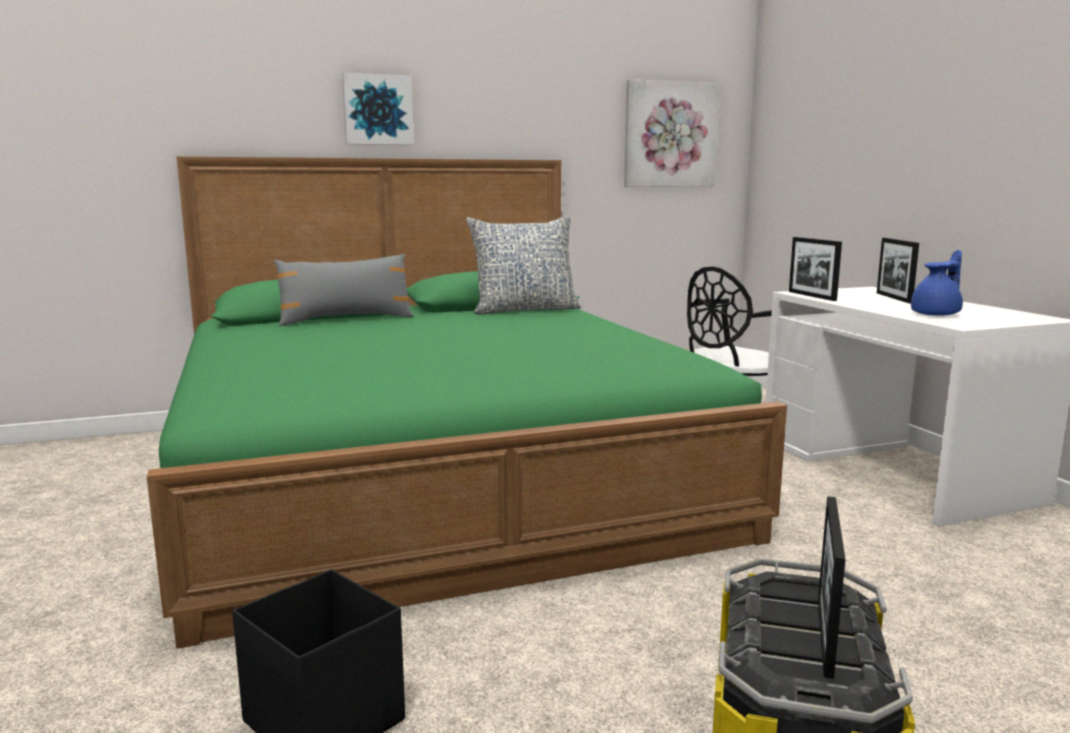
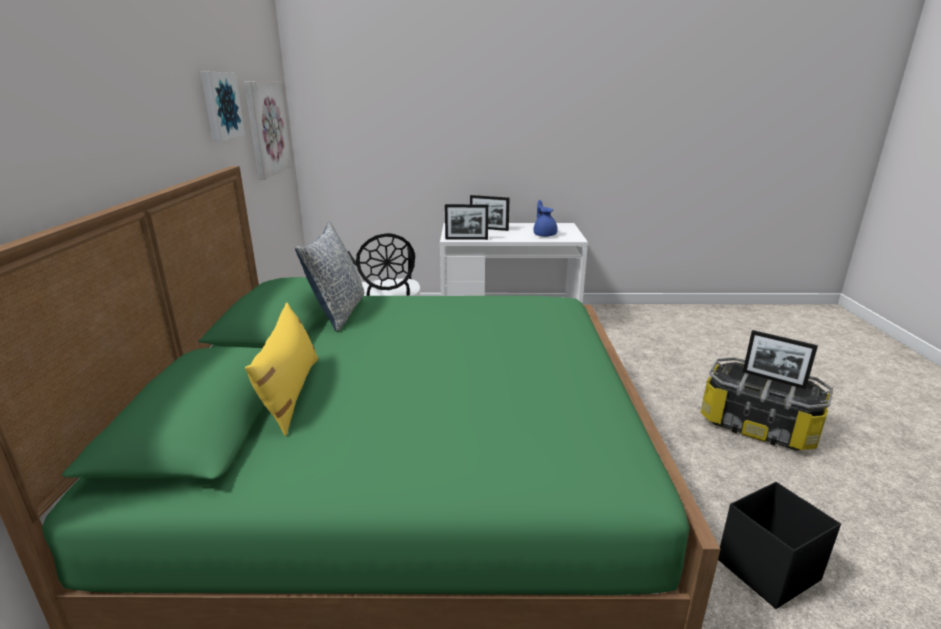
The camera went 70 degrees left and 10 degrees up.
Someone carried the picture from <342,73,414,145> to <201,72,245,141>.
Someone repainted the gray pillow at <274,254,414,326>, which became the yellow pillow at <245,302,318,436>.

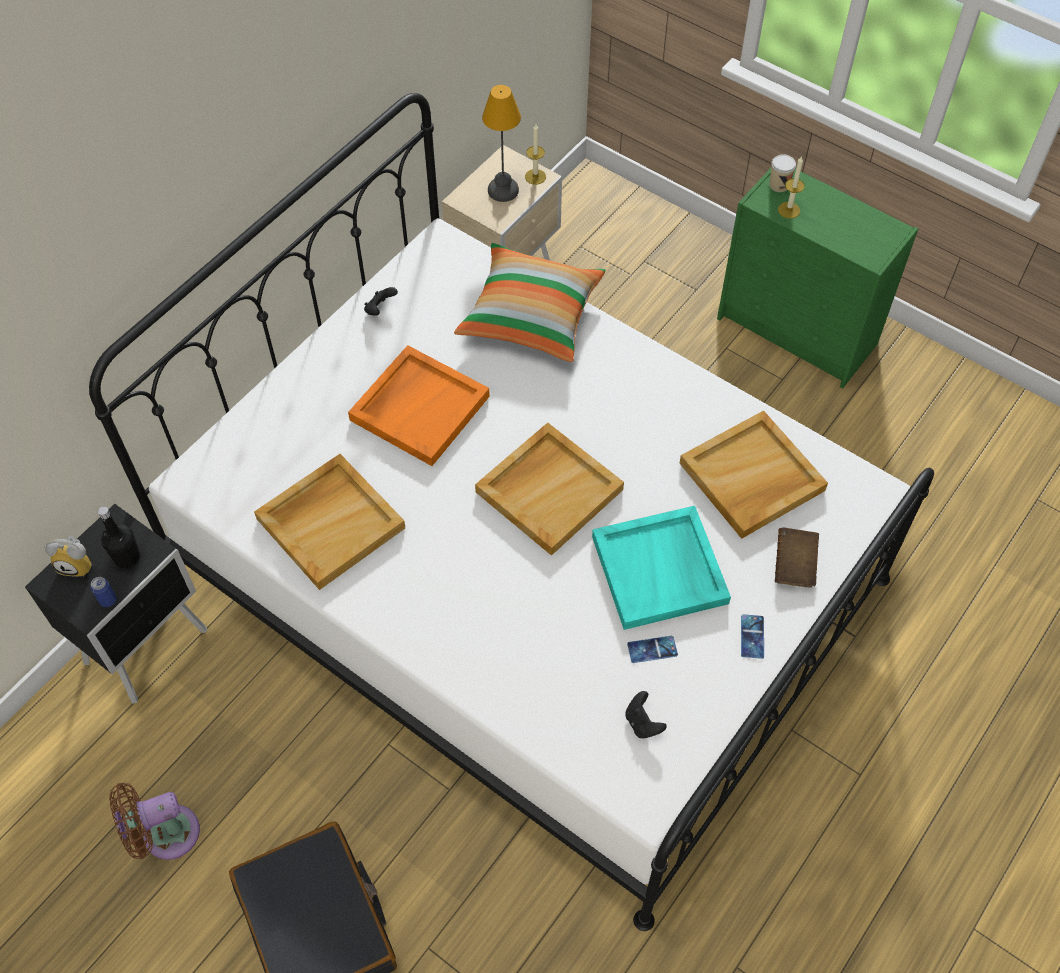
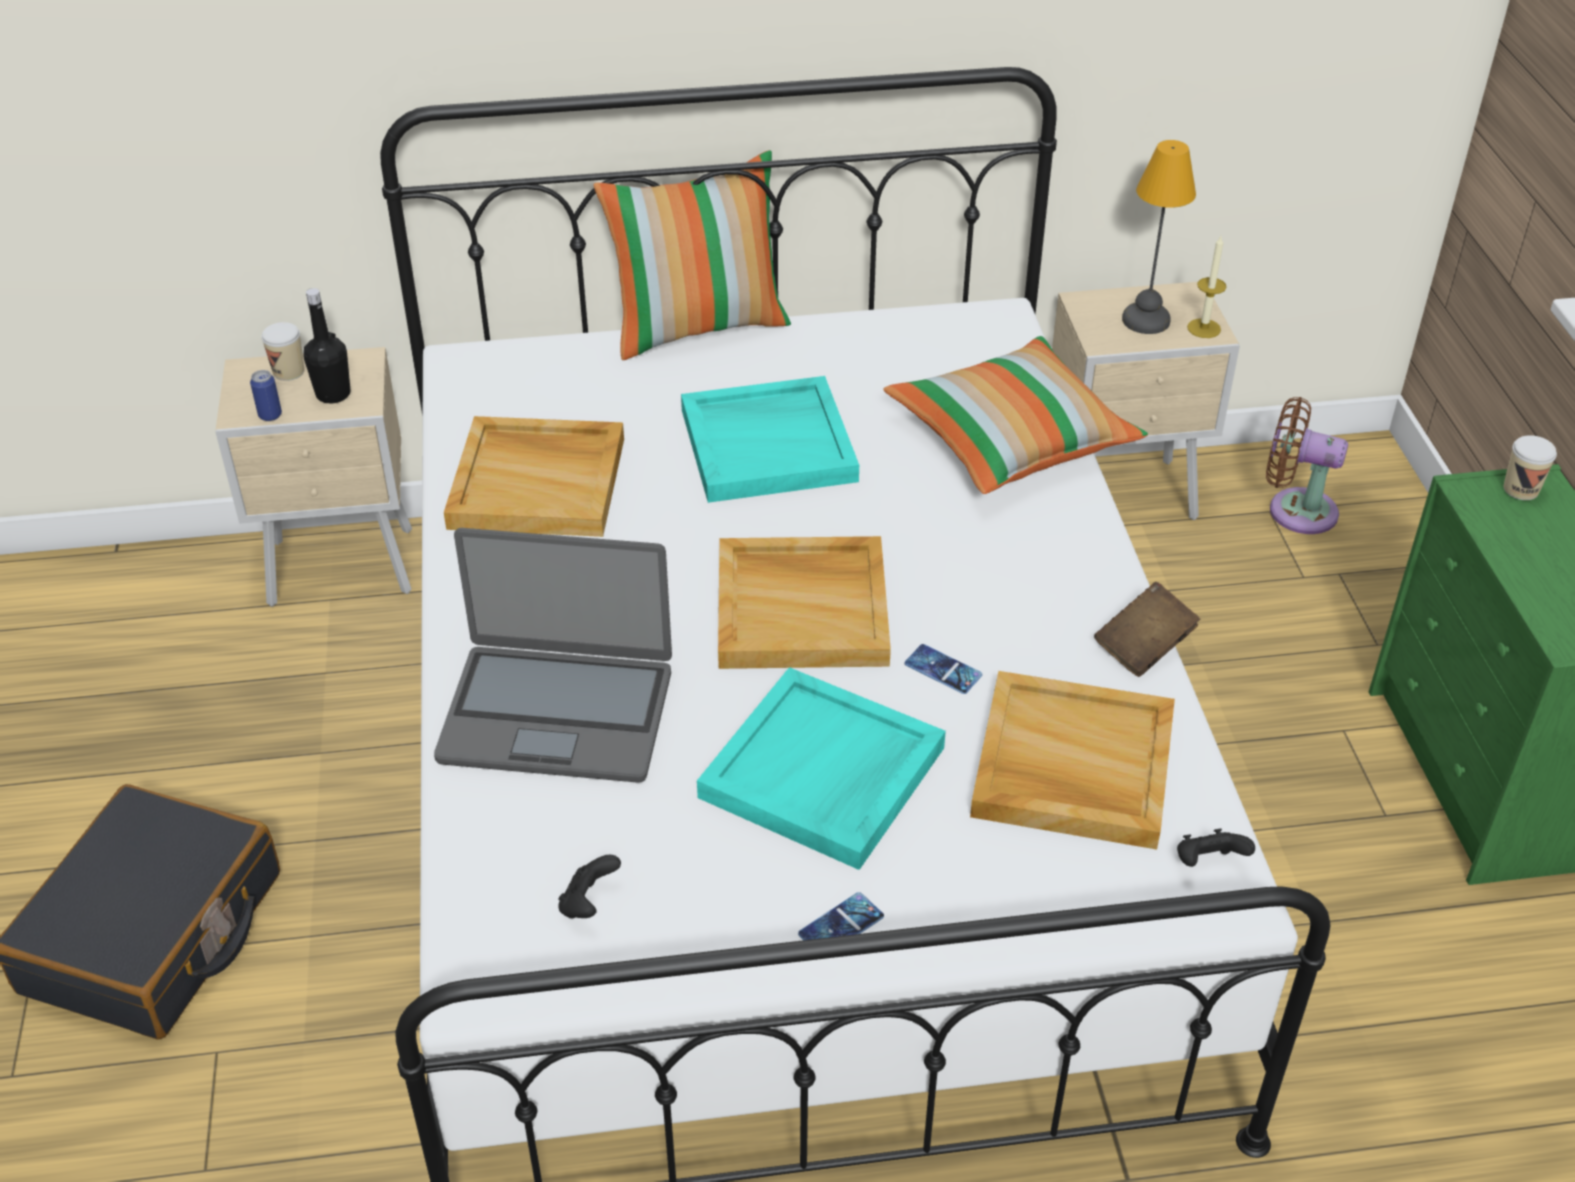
The camera went 45 degrees right and 15 degrees down.
Someone took away the wax light at <778,156,805,219>.
Someone put down the portable computer at <434,528,672,783>.
Someone put down the pillow at <594,150,791,360>.
Someone carried the brown cooling fan from <109,783,200,860> to <1266,397,1348,534>.
Someone carried the blackish game controller from <364,287,398,316> to <1177,829,1255,867>.
Someone carried the phone from <627,636,678,663> to <905,644,982,694>.
Someone carried the brown bound book from <775,528,819,587> to <1094,582,1200,677>.
Someone swapped the bedside clock at <44,536,92,577> for the cup at <261,322,304,381>.
Someone repainted the blackish night table at <25,504,207,704>, which became the sand-coloured night table at <216,347,412,607>.
Someone repainted the orange serving tray at <348,345,490,466>, which became the turquoise-coloured serving tray at <681,376,859,503>.

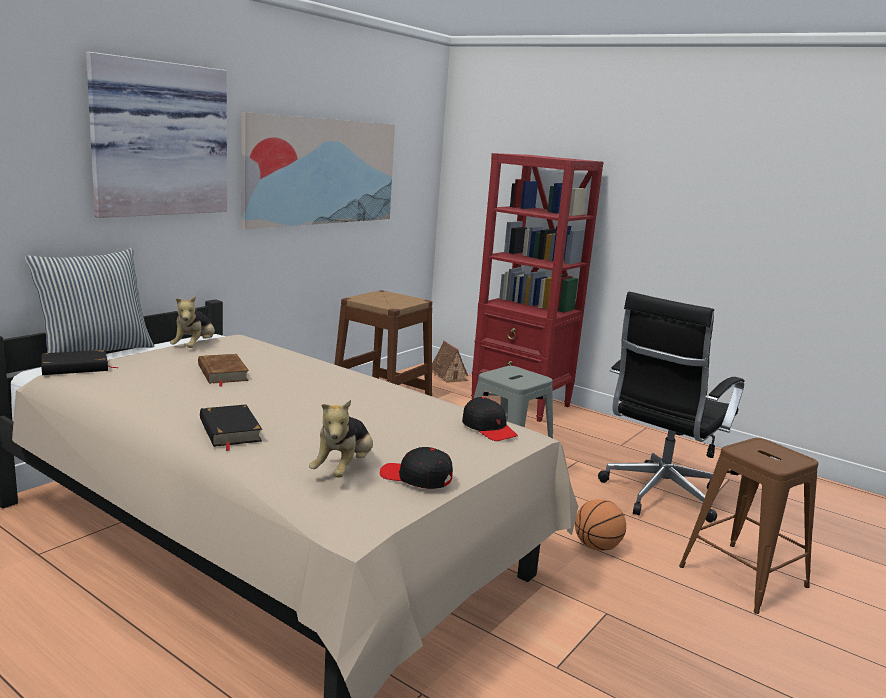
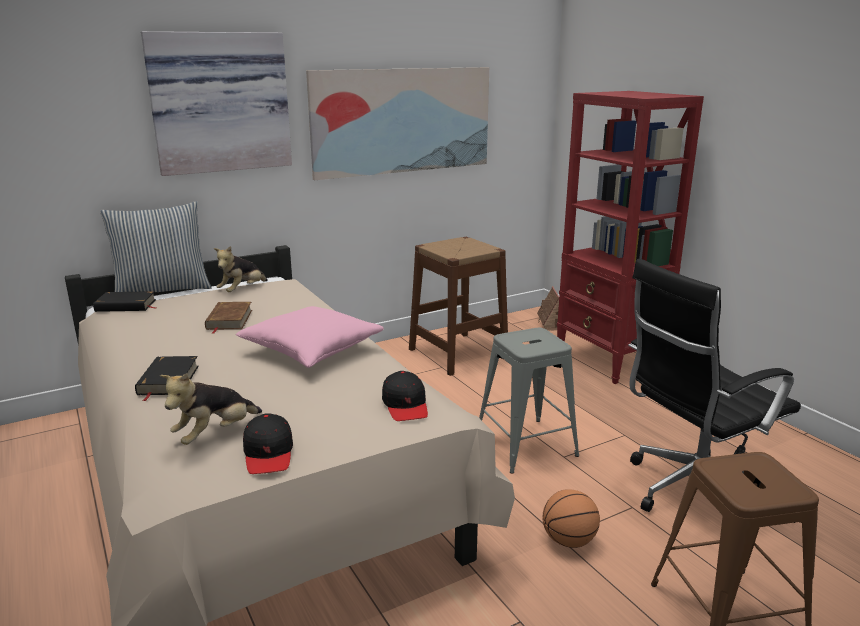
The camera went 25 degrees right and 5 degrees up.
Someone put down the pink pillow at <236,306,384,368>.
Someone rotated the blackish peaked cap at <380,447,453,489> by 150 degrees counterclockwise.

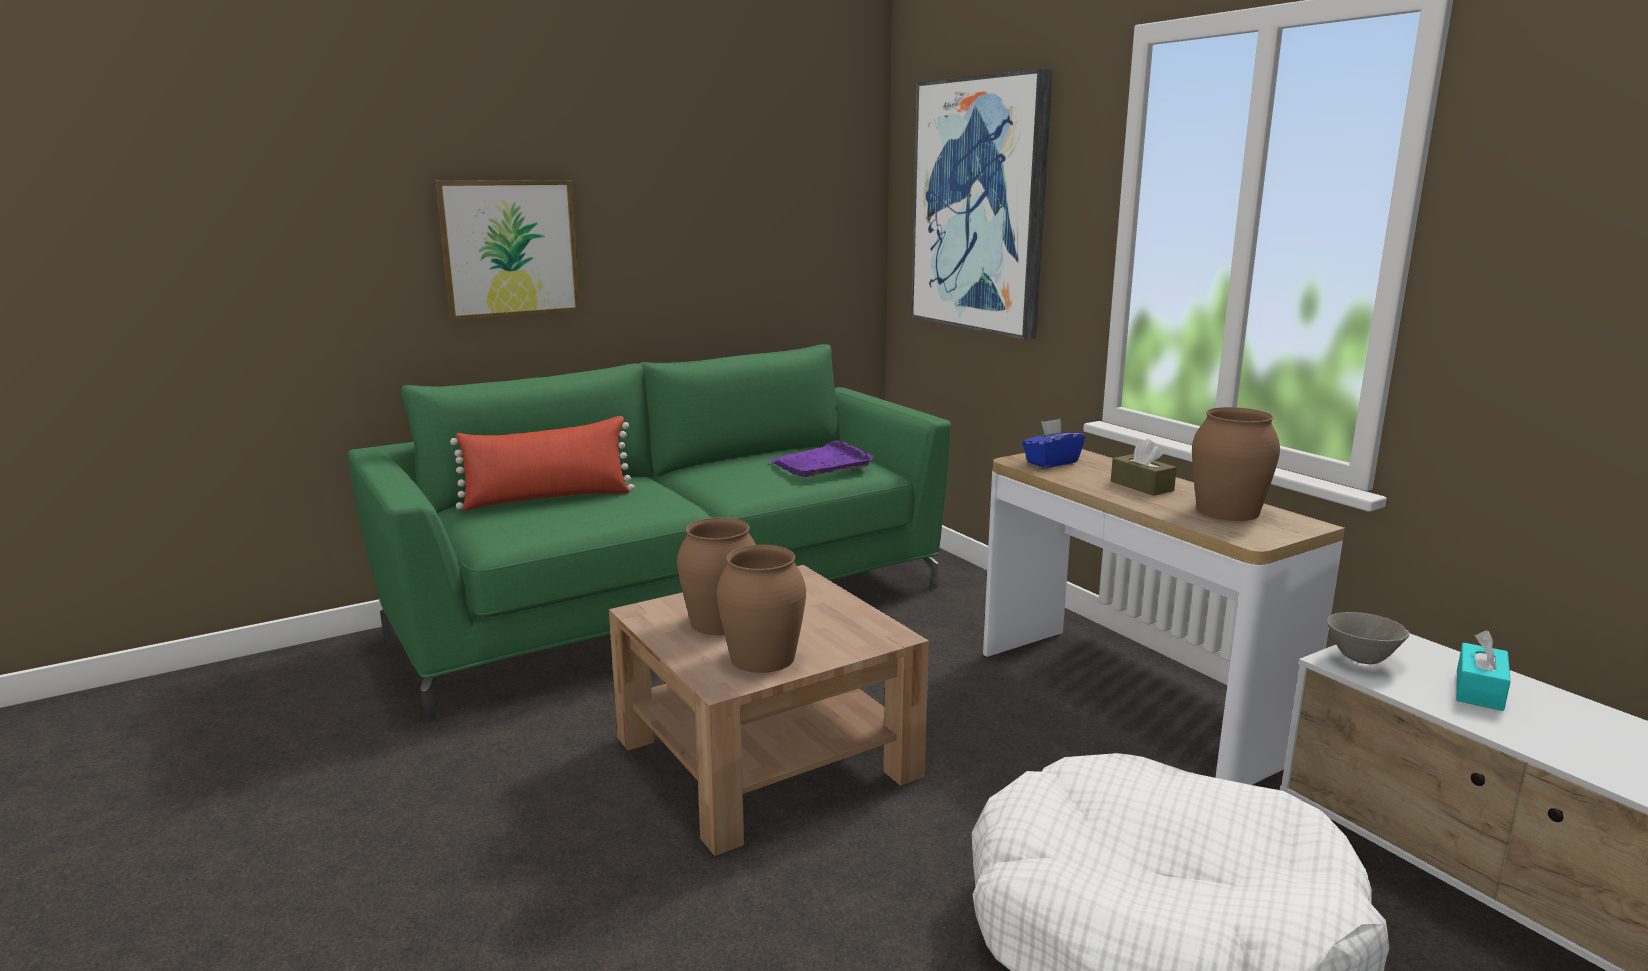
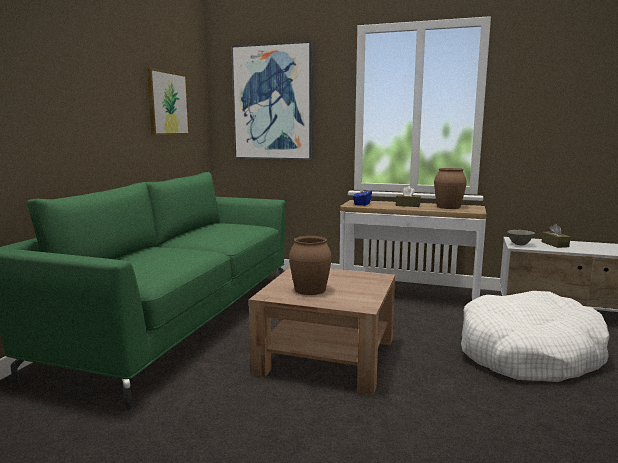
The camera went 40 degrees left and 5 degrees down.
Someone took away the red pillow at <450,416,635,510>.
Someone took away the brown decorative vase at <717,545,806,673>.
Someone took away the purple-coloured serving tray at <768,440,874,477>.
Someone carried the picture from <434,180,581,320> to <147,68,190,135>.
Someone repainted the turquoise-coloured box of tissues at <1456,630,1511,711>, which became the brown box of tissues at <542,224,570,248>.

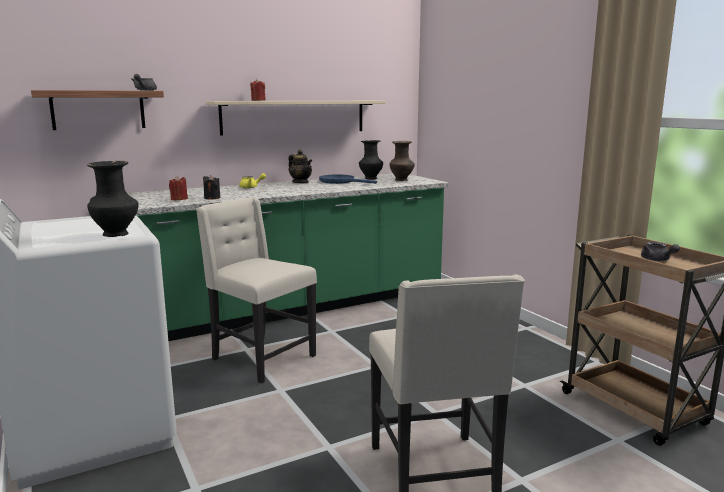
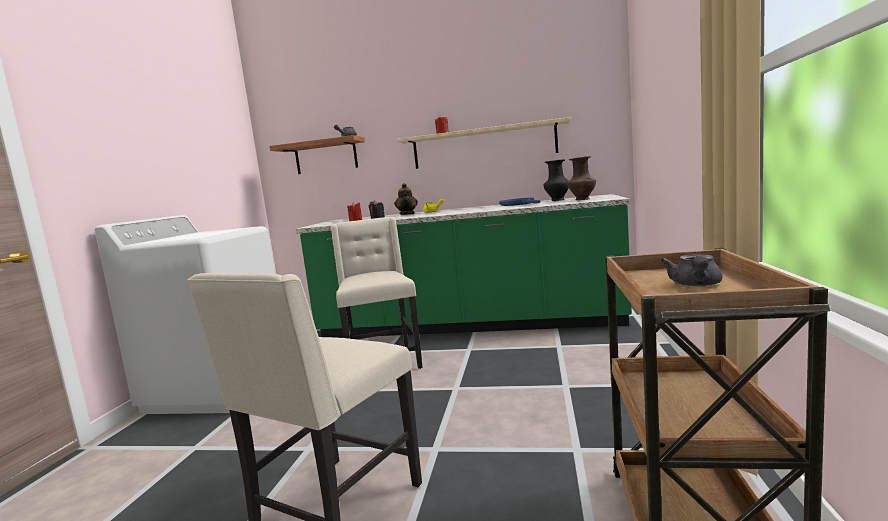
The camera went 40 degrees right and 5 degrees down.
Someone took away the blackish decorative vase at <87,161,139,237>.
Someone carried the pot for tea from <288,150,312,183> to <394,183,418,215>.

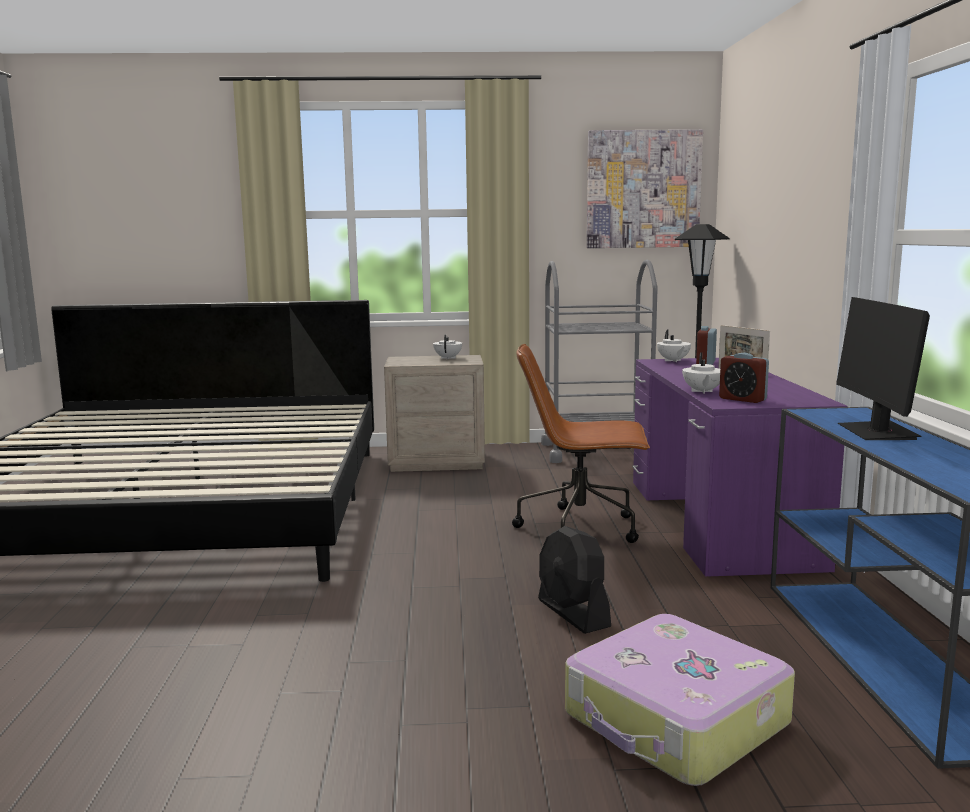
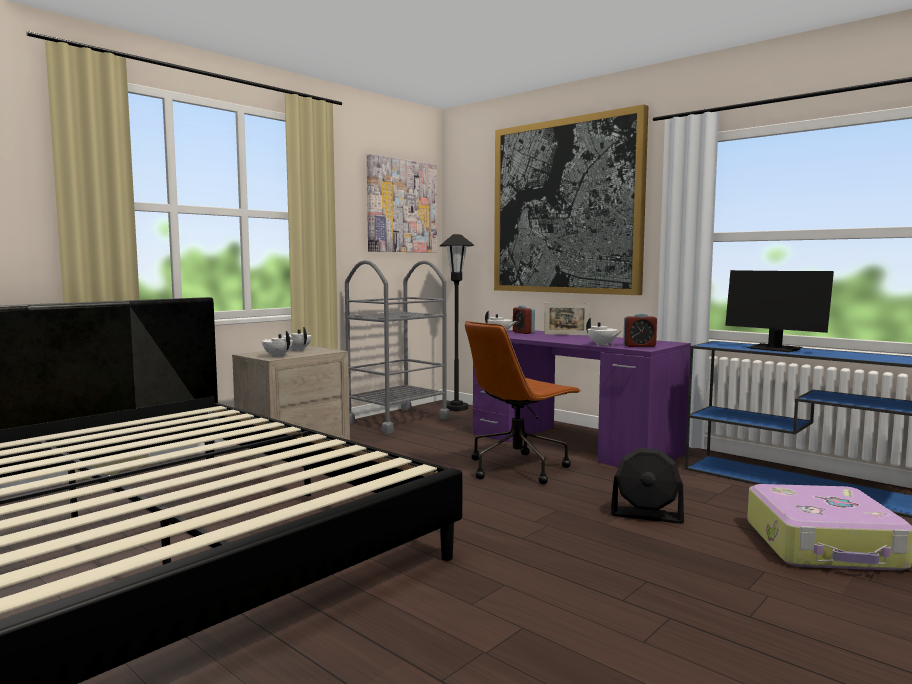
The camera went 45 degrees left and 5 degrees down.
Someone put down the white pot for tea at <262,331,293,357>.
Someone put up the picture at <494,104,649,295>.

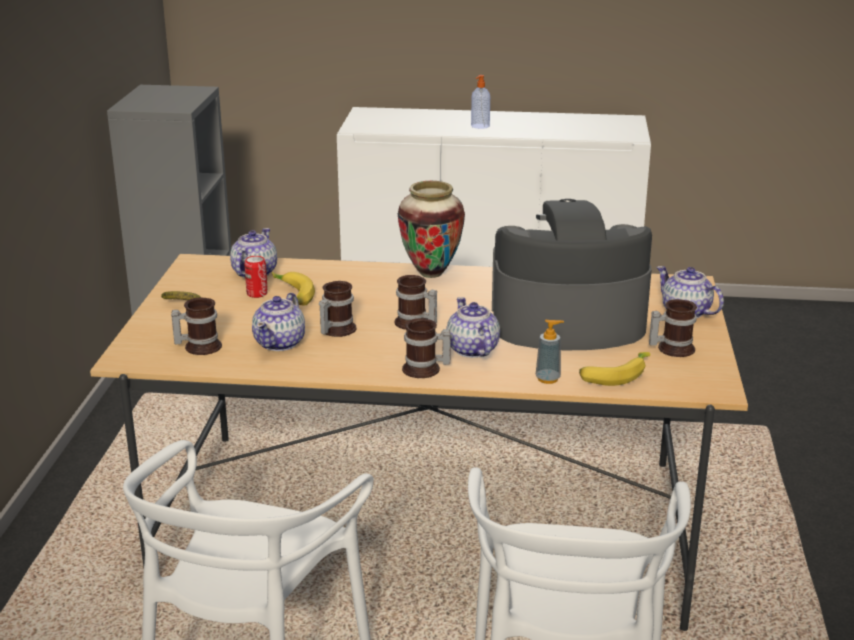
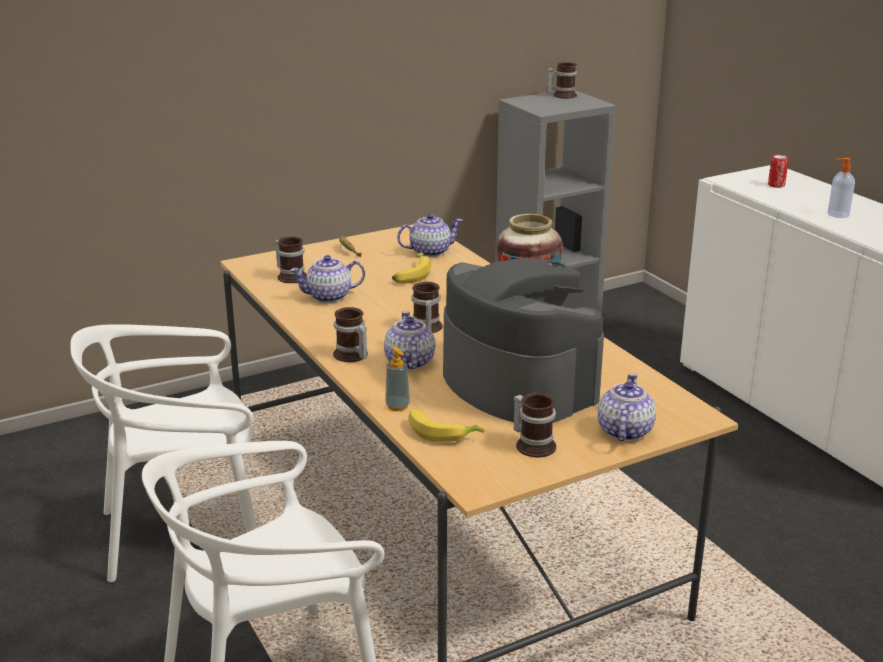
The camera went 55 degrees right and 0 degrees up.
Someone carried the can from <244,256,268,298> to <768,155,788,188>.
Someone carried the mug from <319,281,357,337> to <547,62,577,99>.
Someone rotated the pot for tea at <446,297,500,358> by 45 degrees counterclockwise.

